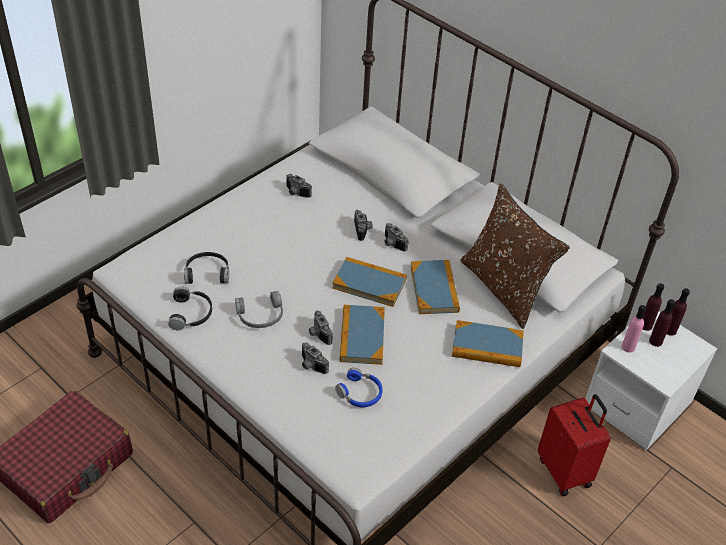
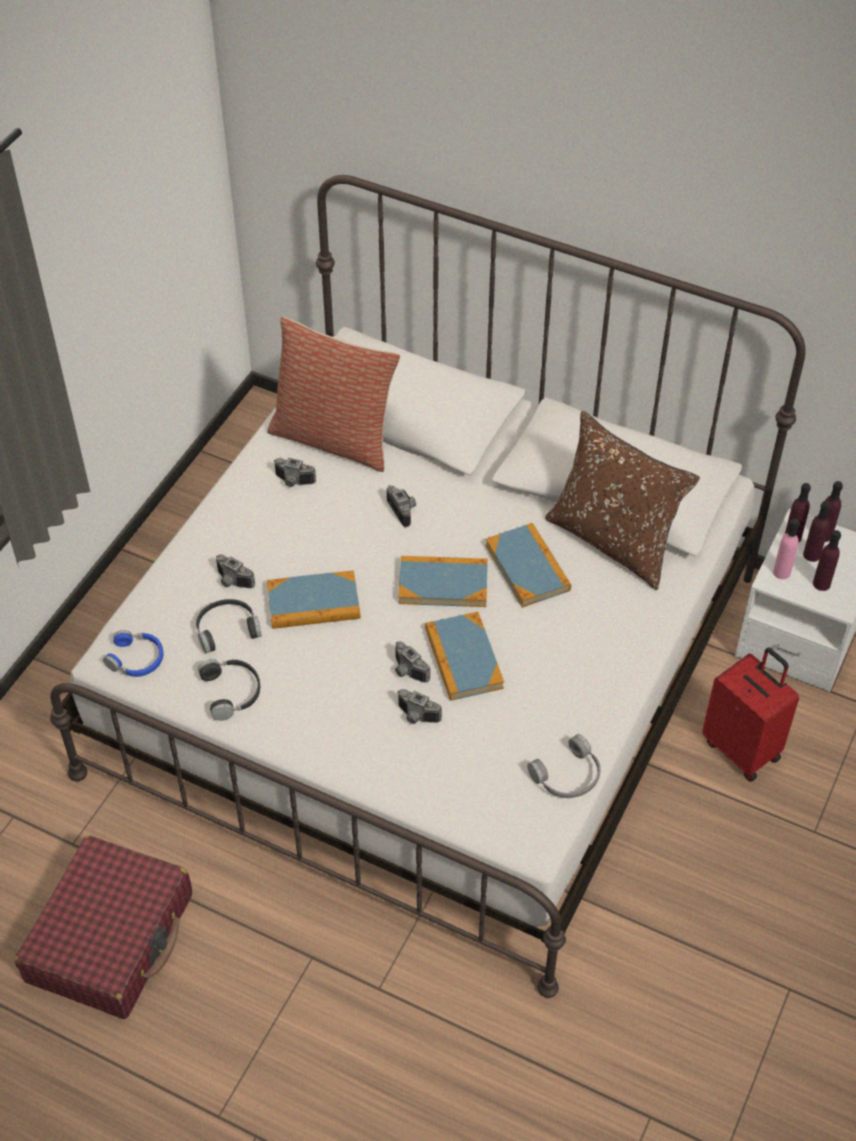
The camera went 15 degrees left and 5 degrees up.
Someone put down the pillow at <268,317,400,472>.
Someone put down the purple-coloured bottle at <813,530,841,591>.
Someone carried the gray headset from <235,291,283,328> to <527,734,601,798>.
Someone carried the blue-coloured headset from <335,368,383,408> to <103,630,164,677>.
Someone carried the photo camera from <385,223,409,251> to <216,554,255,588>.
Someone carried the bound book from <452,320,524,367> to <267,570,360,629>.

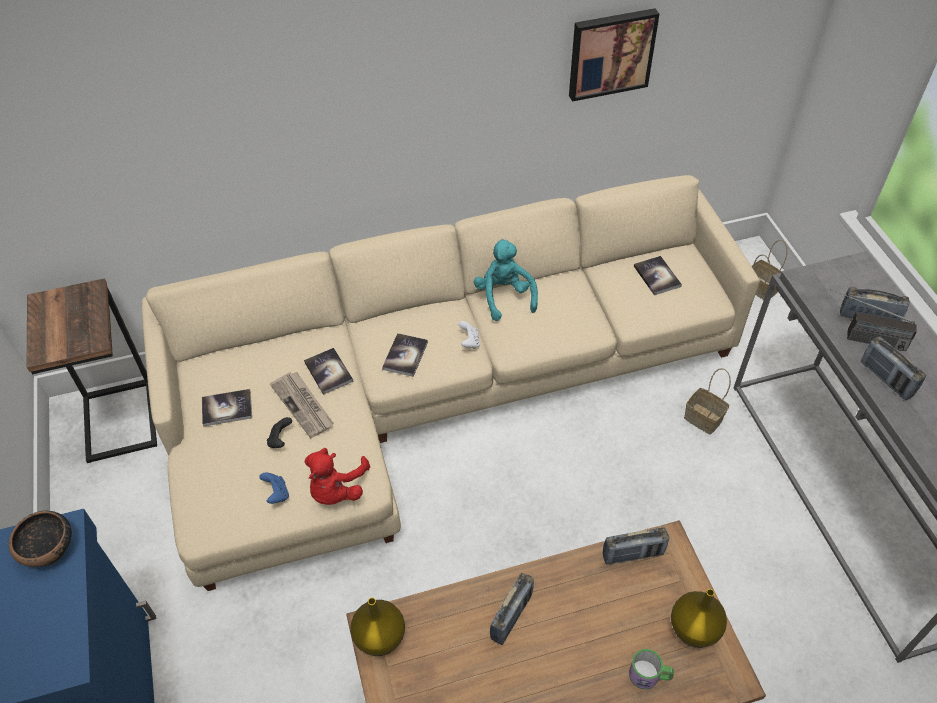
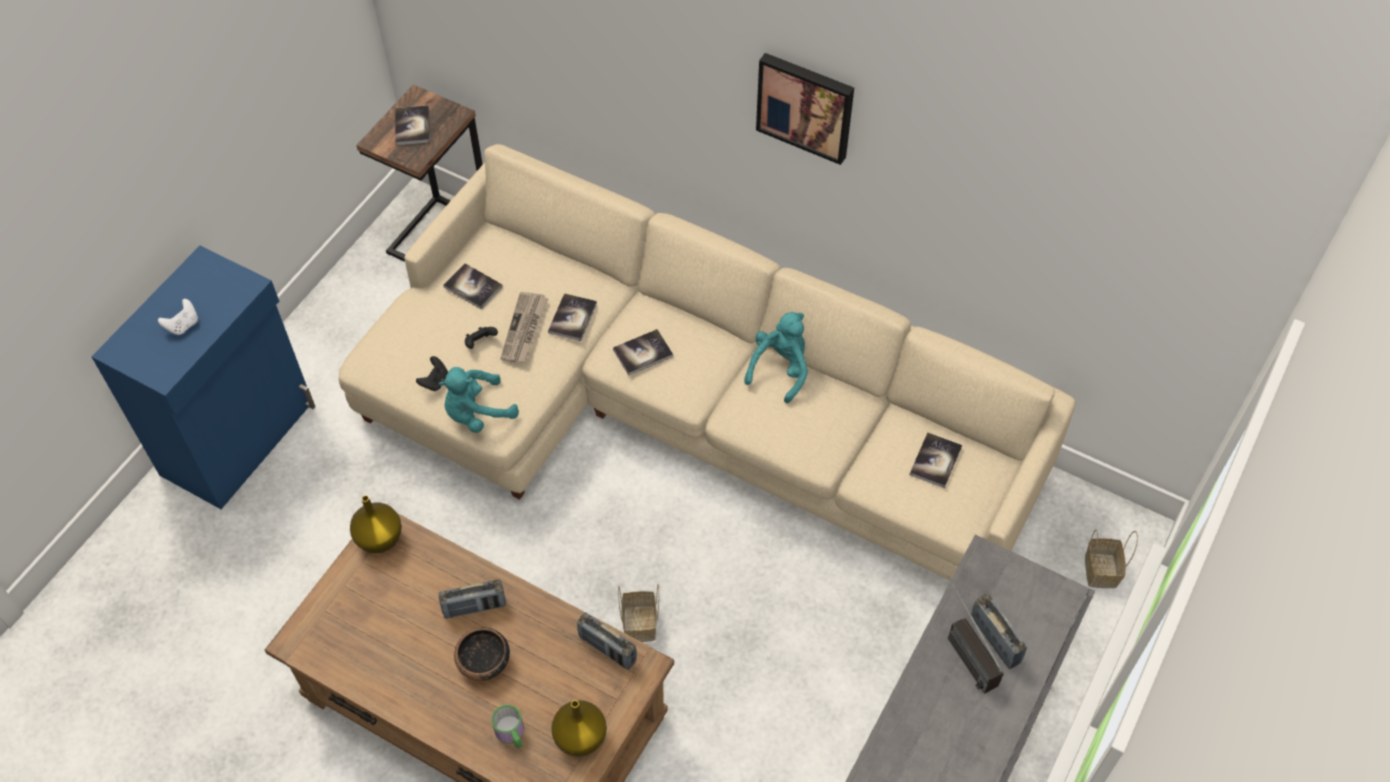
The camera went 45 degrees right and 5 degrees up.
Someone took away the radio receiver at <861,336,926,400>.
Someone put down the bound book at <395,105,430,145>.
Someone carried the bowl from <9,511,72,567> to <454,628,510,681>.
Someone carried the white game controller from <458,321,480,349> to <158,299,198,335>.
Someone carried the picture from <569,8,659,102> to <756,53,854,165>.
Someone carried the basket from <684,368,731,435> to <618,584,659,642>.
Someone repainted the blue-coloured game controller at <259,472,289,504>, which became the blackish game controller at <416,356,448,391>.
Someone repainted the red plush toy at <305,448,370,505>, which became the turquoise-coloured plush toy at <439,367,519,433>.

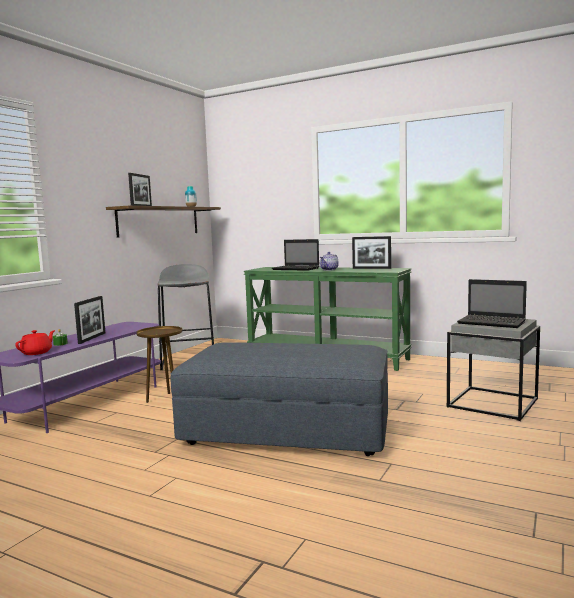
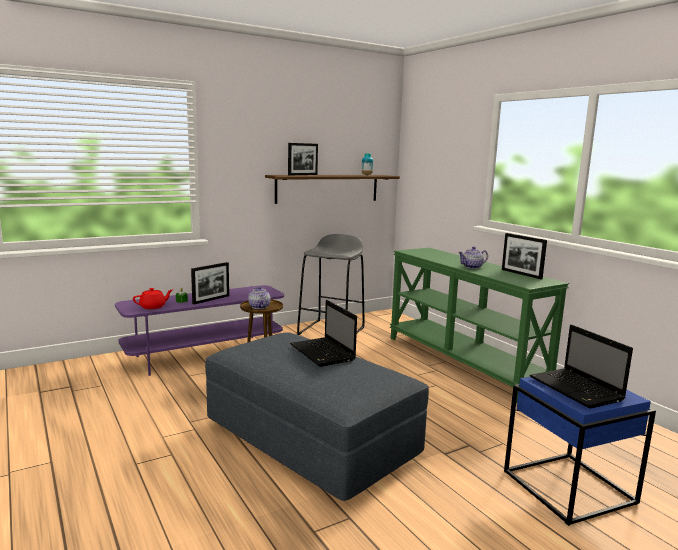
The camera went 30 degrees right and 5 degrees up.
Someone put down the pot for tea at <248,286,271,309>.
Someone carried the portable computer from <272,239,319,271> to <290,300,357,367>.
Someone repainted the gray accent table at <447,315,540,421>, which became the blue-coloured accent table at <504,377,656,526>.

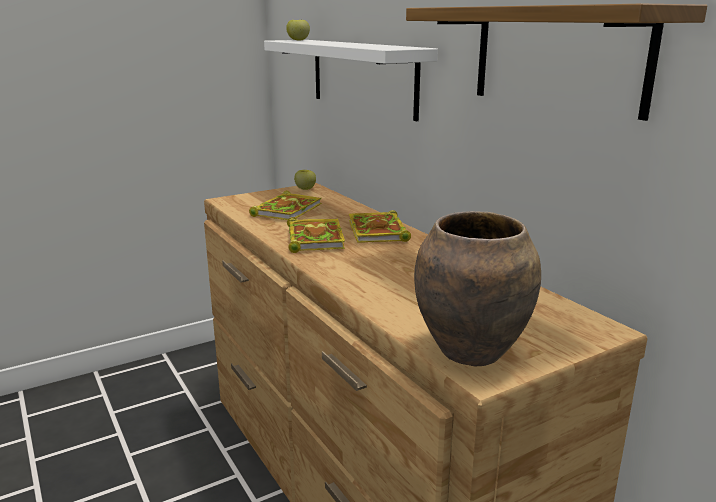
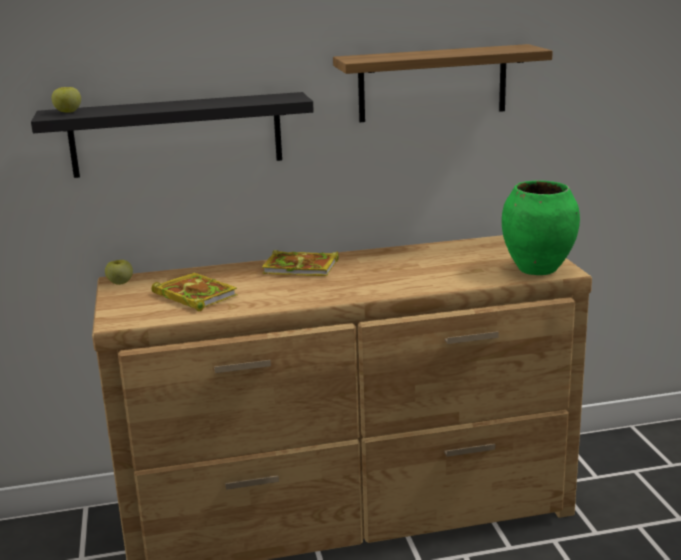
The camera went 70 degrees left and 0 degrees up.
Someone took away the bound book at <287,217,345,253>.
Someone repainted the white bracket shelf at <264,40,438,121>, which became the blackish bracket shelf at <31,92,314,178>.
Someone repainted the brown decorative vase at <414,211,541,366>, which became the green decorative vase at <502,181,580,275>.

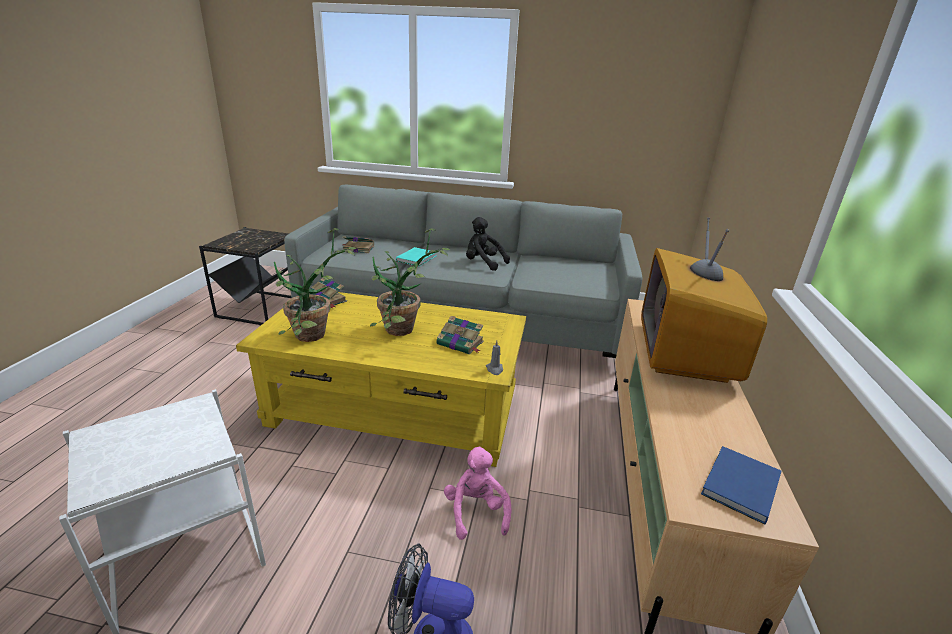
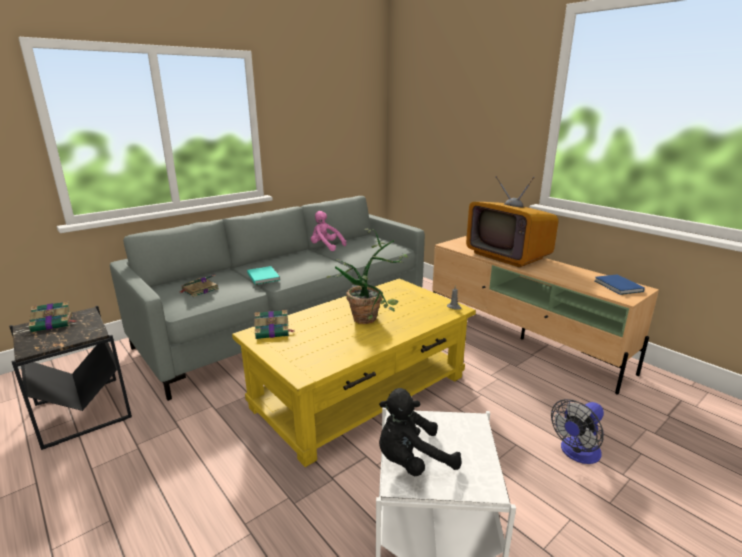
The camera went 50 degrees left and 5 degrees down.
Someone took away the plant in a pot at <274,228,357,342>.
Someone carried the bound book from <436,316,484,355> to <29,301,76,332>.
Someone carried the pink plush toy from <444,446,511,540> to <311,211,346,251>.
Someone carried the blackish plush toy from <466,217,510,271> to <379,388,462,477>.

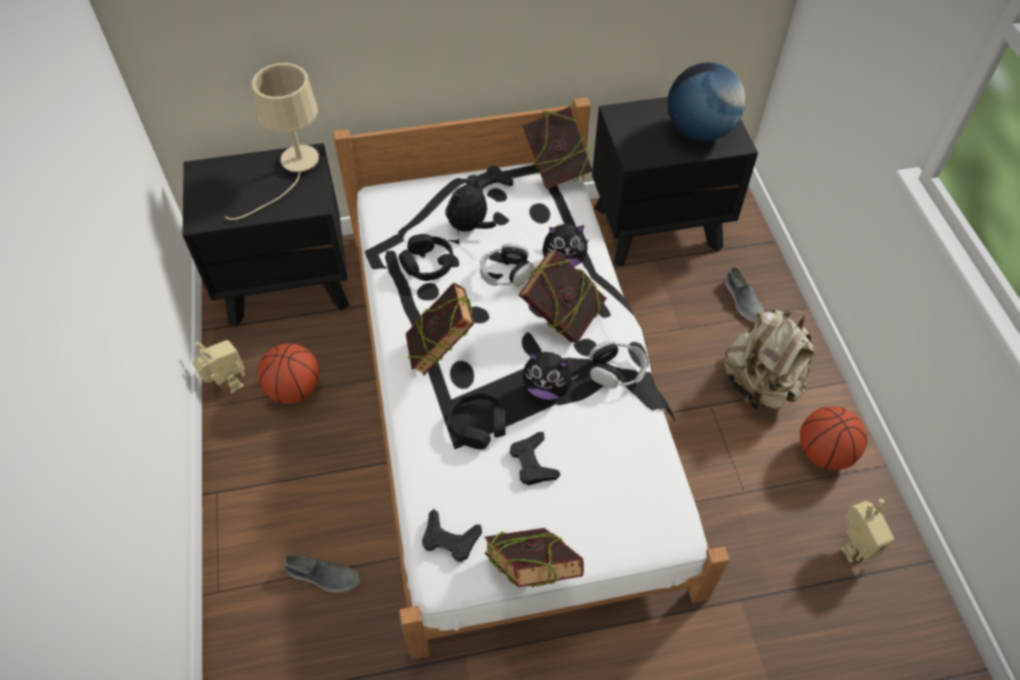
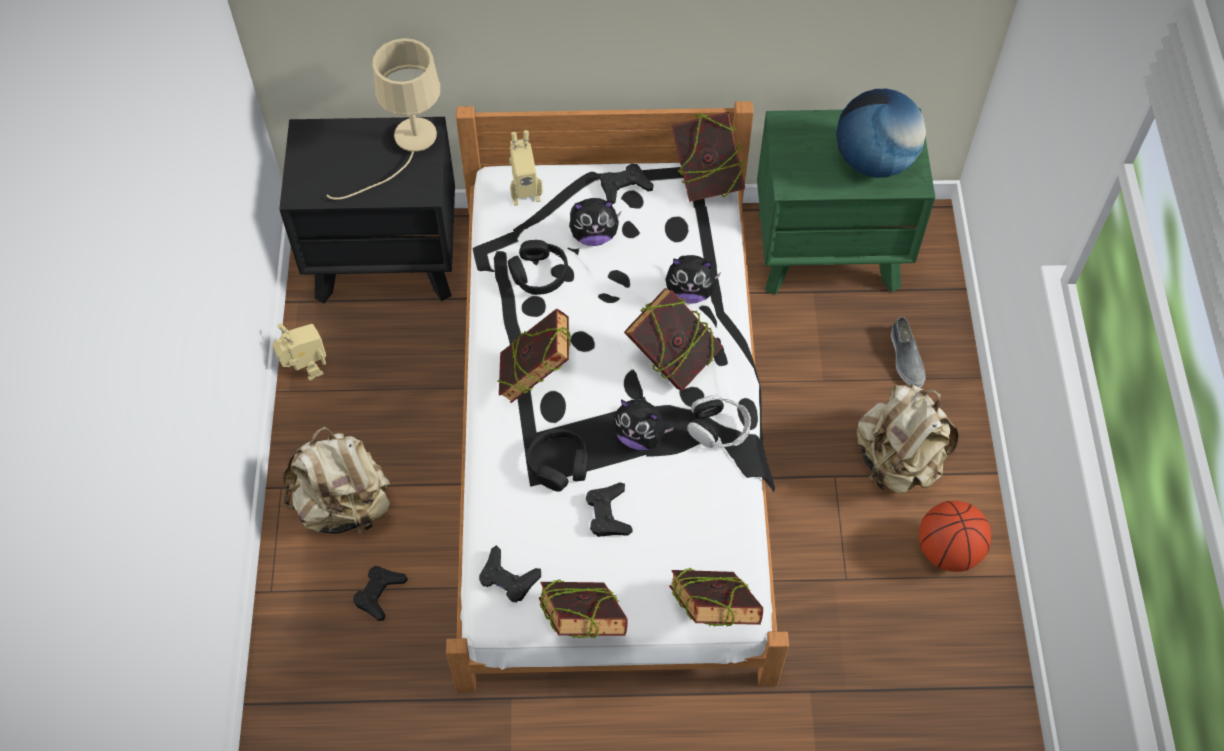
The camera went 10 degrees right and 5 degrees up.
Someone took away the ball for basketball at <258,343,319,404>.
Someone took away the headset at <480,244,534,286>.
Someone put down the sand-coloured backpack at <283,426,390,537>.
Someone put down the bound book at <669,568,763,627>.
Someone carried the model robot from <841,499,894,563> to <509,130,543,206>.
Someone swapped the gray item of footwear at <284,555,360,592> for the blackish game controller at <353,566,408,621>.
Someone repainted the blackish night table at <592,97,758,267>, which became the green night table at <757,108,935,295>.
Someone rotated the plush toy at <447,178,496,234> by 150 degrees counterclockwise.

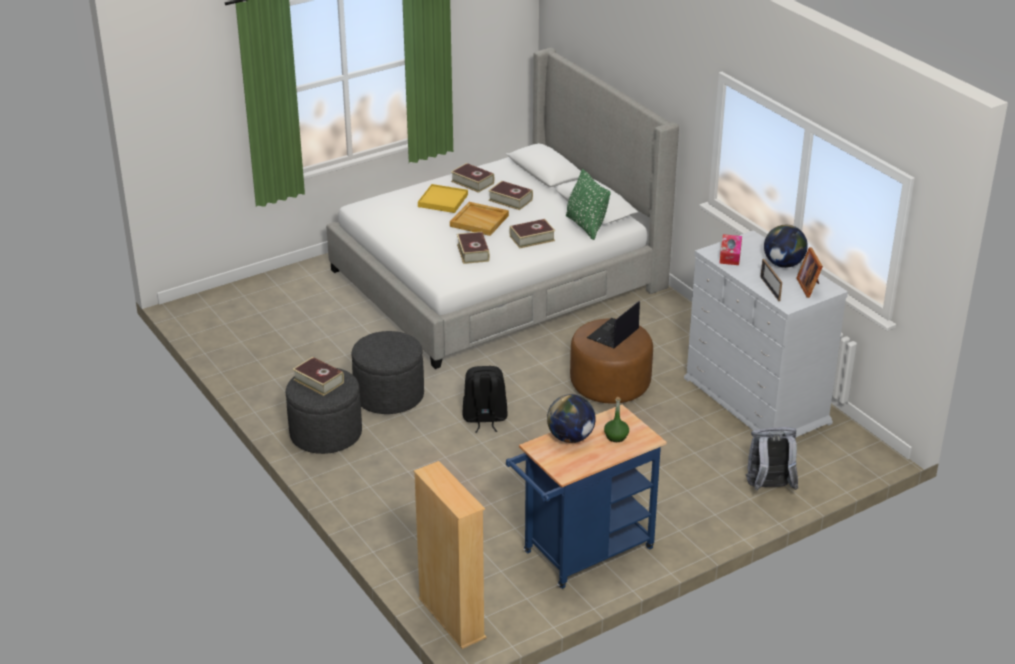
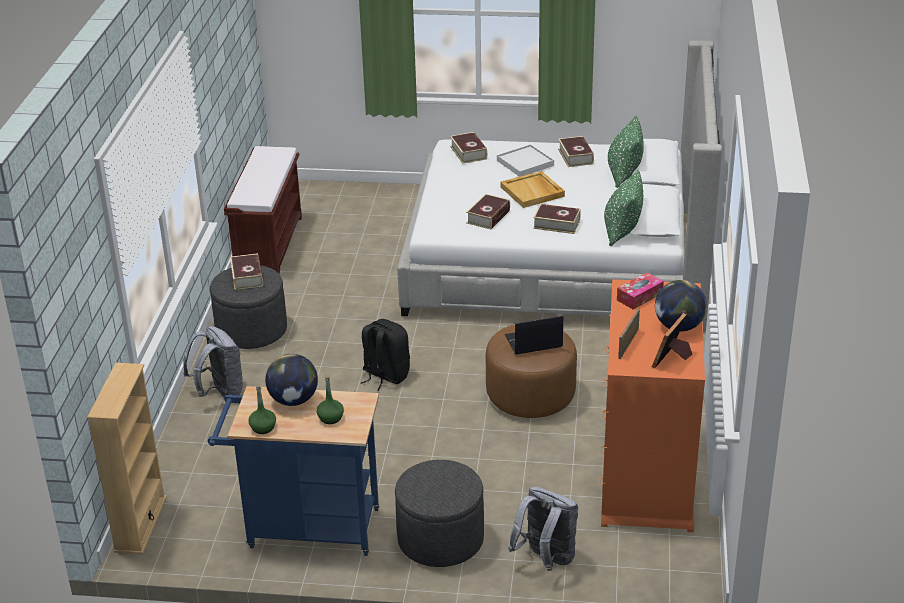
The camera went 40 degrees right and 0 degrees up.
Someone put down the gray backpack at <184,326,243,399>.
Someone put down the brown indoor bench at <224,146,302,274>.
Someone put down the green bottle at <248,385,276,434>.
Someone put down the green pillow at <608,116,644,188>.
Someone carried the gray footrest from <352,331,424,414> to <395,460,484,567>.
Someone carried the bound book from <488,181,533,210> to <450,132,487,164>.
Someone repainted the yellow serving tray at <418,184,468,213>, which became the white serving tray at <497,144,554,177>.
Someone repainted the white drawer chest at <684,230,848,437>, which became the orange drawer chest at <599,279,705,532>.

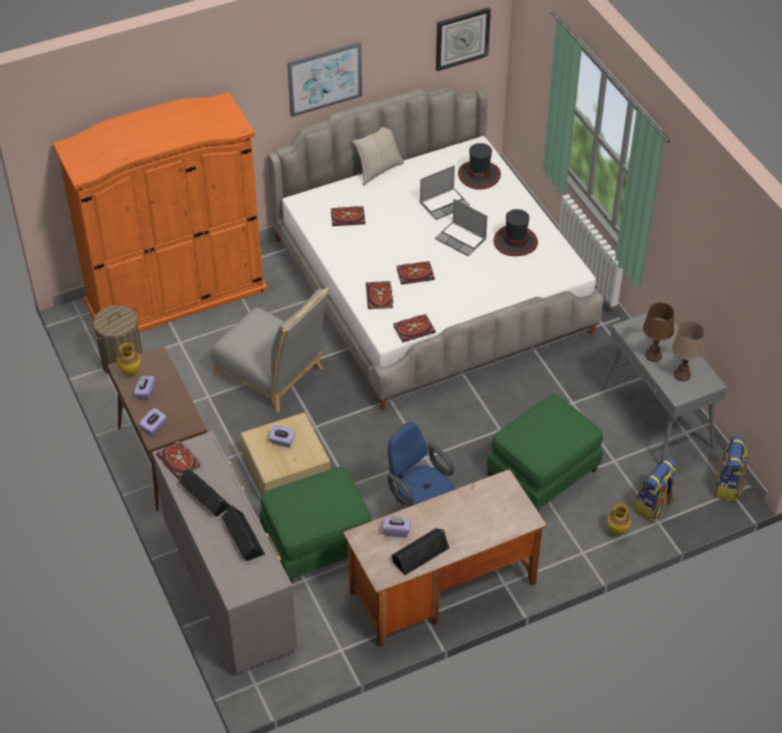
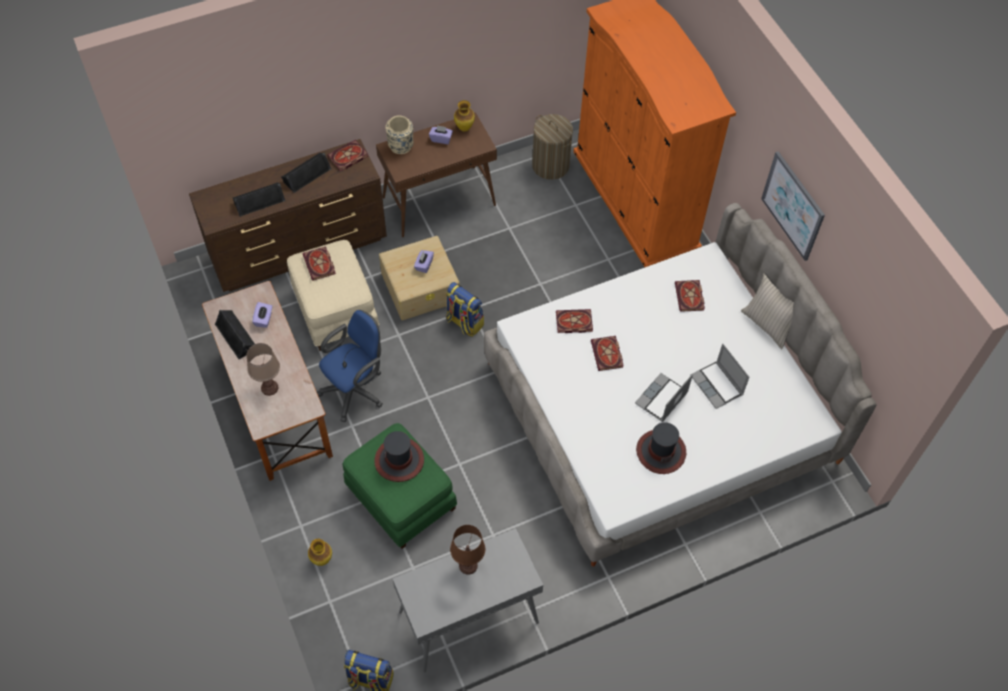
The camera went 90 degrees right and 10 degrees up.
Someone took away the gray upright chair at <211,287,329,413>.
Someone took away the wall clock at <436,7,491,71>.
Someone carried the bound book from <393,314,436,342> to <303,246,336,281>.
Someone carried the wearable hat from <458,143,501,189> to <374,431,424,482>.
Someone carried the backpack from <634,457,677,521> to <446,282,484,337>.
Someone carried the brown table lamp from <672,322,704,381> to <246,343,280,396>.
Someone swapped the purple-coloured box of tissues at <139,408,166,436> for the sand-coloured decorative vase at <385,115,414,154>.
Someone repainted the gray drawer chest at <152,431,298,673>, which became the brown drawer chest at <189,139,387,292>.
Someone repainted the green footrest at <260,467,372,583>, which became the sand-coloured footrest at <287,240,379,351>.

